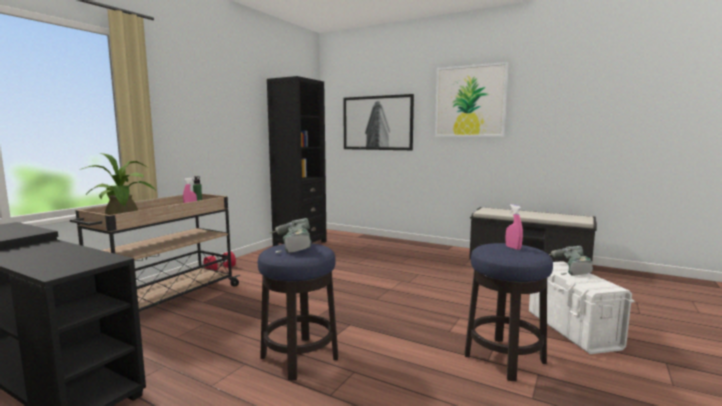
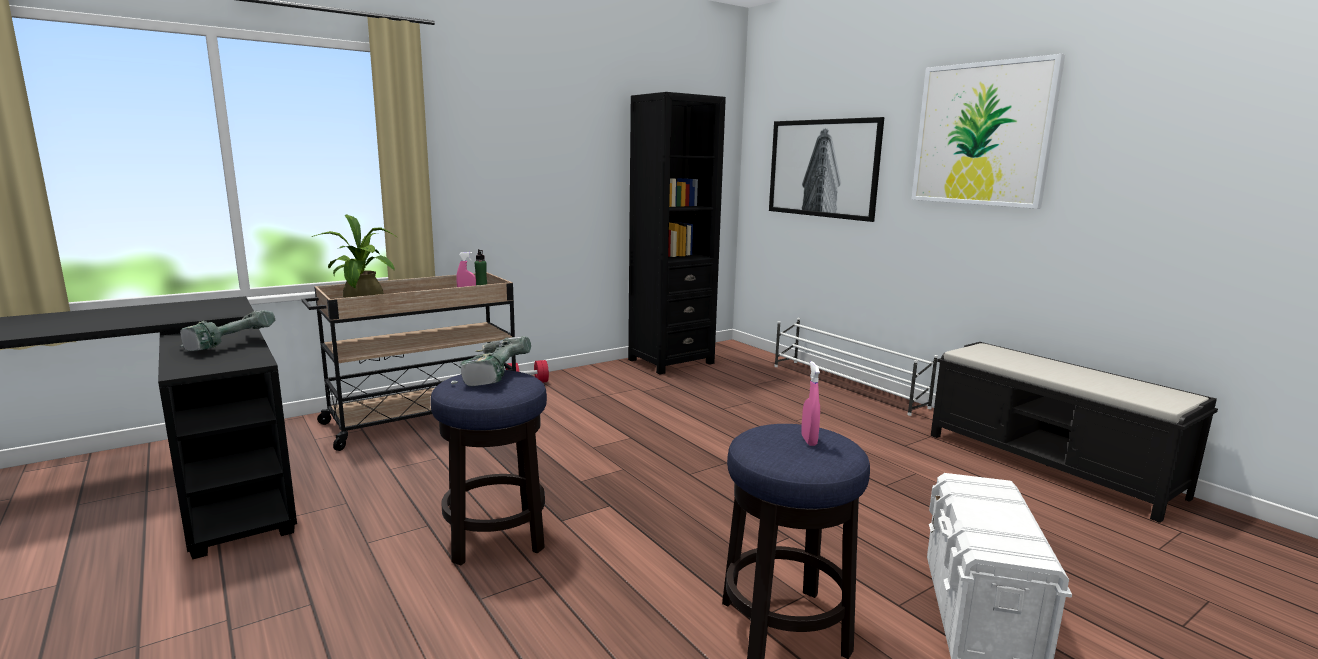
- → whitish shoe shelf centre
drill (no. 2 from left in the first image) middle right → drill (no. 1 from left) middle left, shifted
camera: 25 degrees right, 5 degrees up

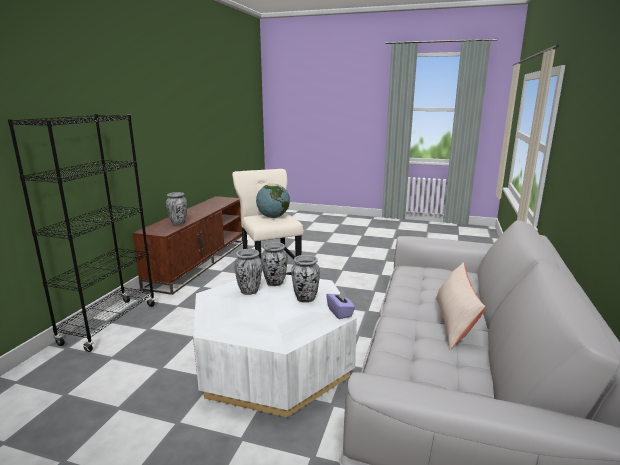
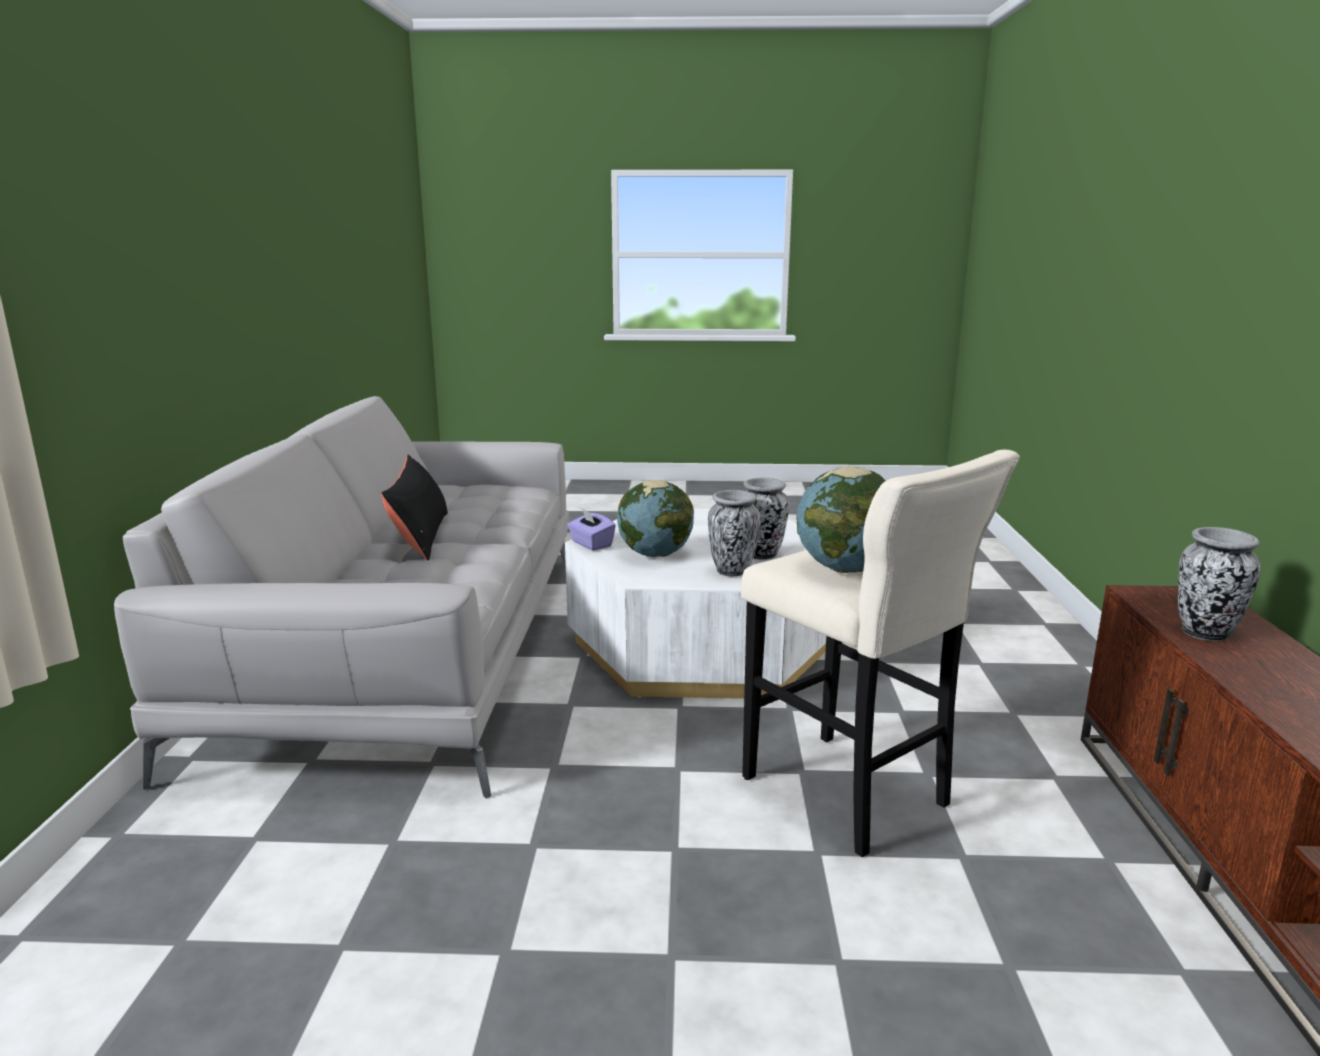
blackish bookcase middle left → -
vase (no. 4 from left) centre → desk globe (no. 1 from left) centre
sand-coloured cushion middle right → blackish cushion middle left
camera: 165 degrees right, 0 degrees up

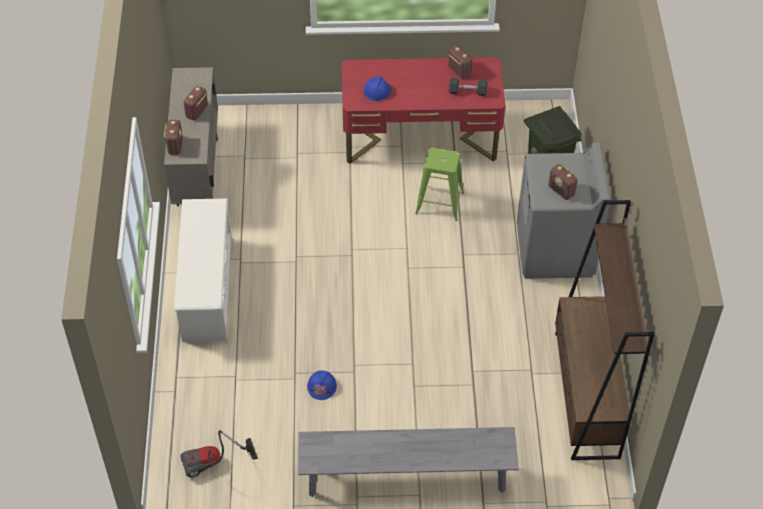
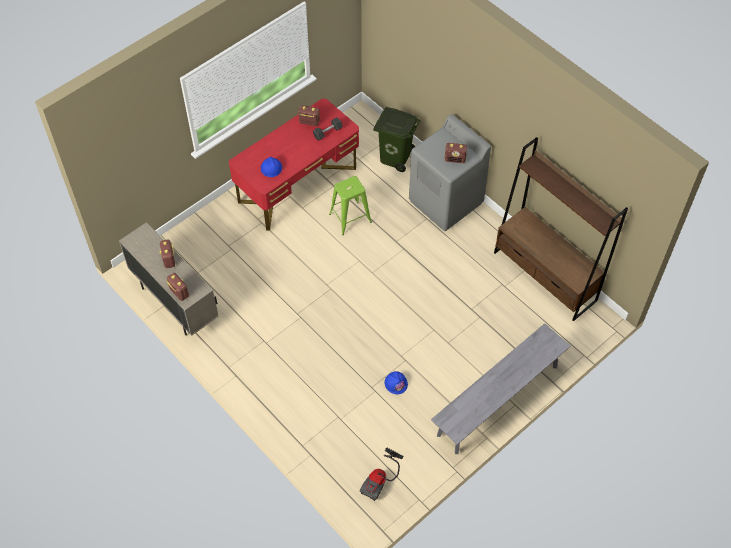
whitish shoe shelf middle left → -
camera: 40 degrees left, 5 degrees up

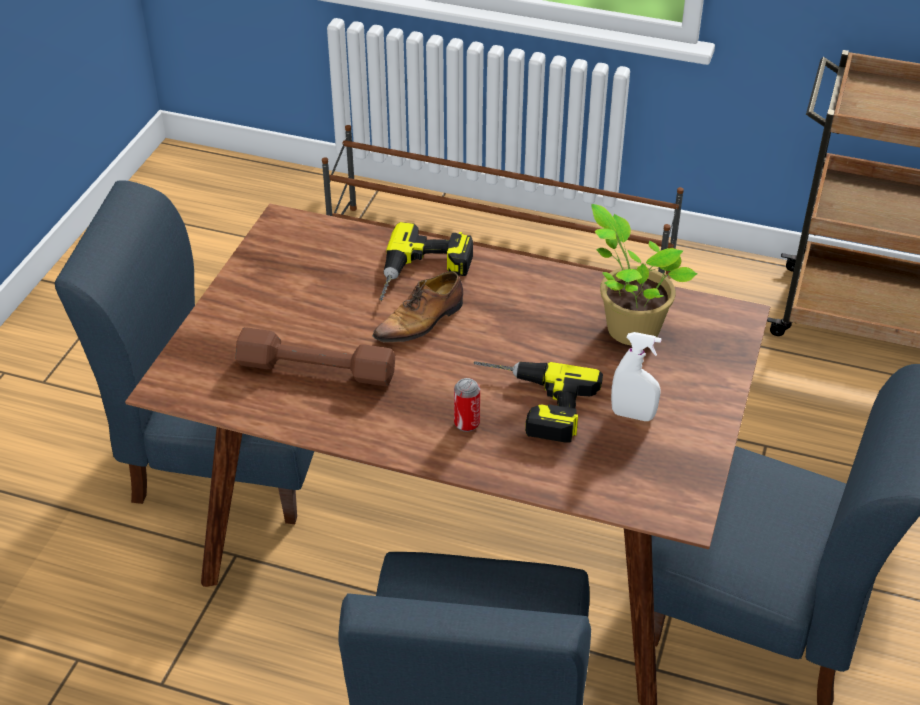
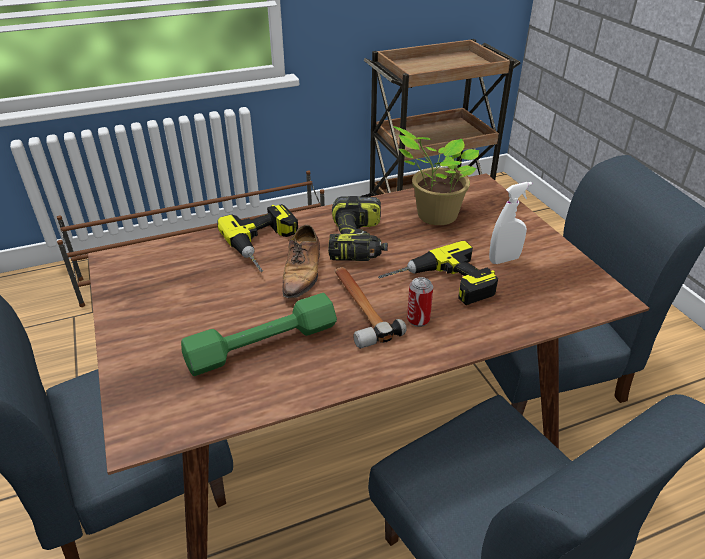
- → drill (no. 2 from left) centre
- → hand hammer centre
brown-coloured hand weight centre → greenish hand weight centre
camera: 40 degrees left, 5 degrees down

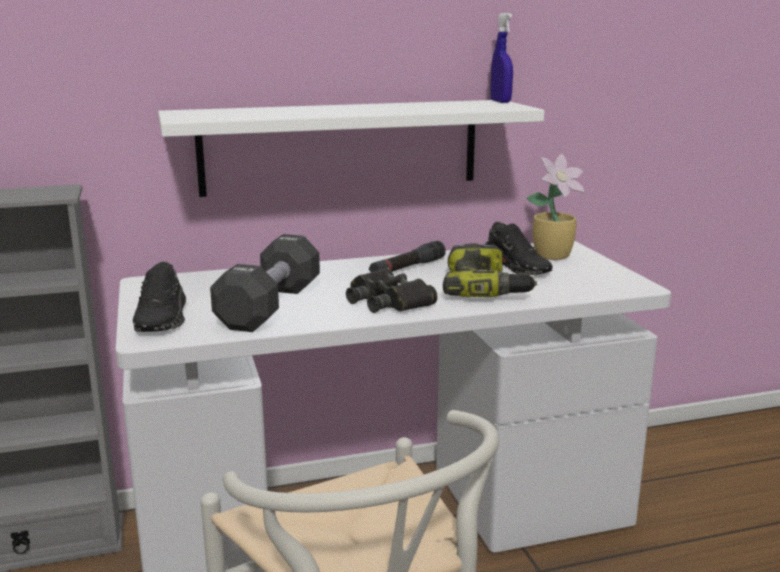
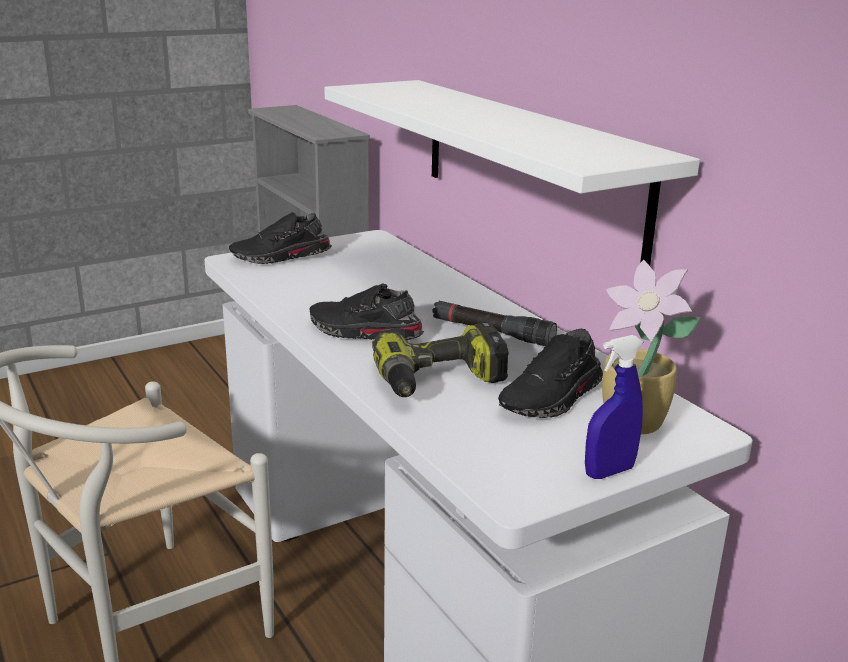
blackish hand weight centre → -
blue hand sprayer top centre → blue hand sprayer middle right, shifted
blackish field glasses centre → blackish low shoe (no. 2 from left) centre
camera: 75 degrees right, 5 degrees up

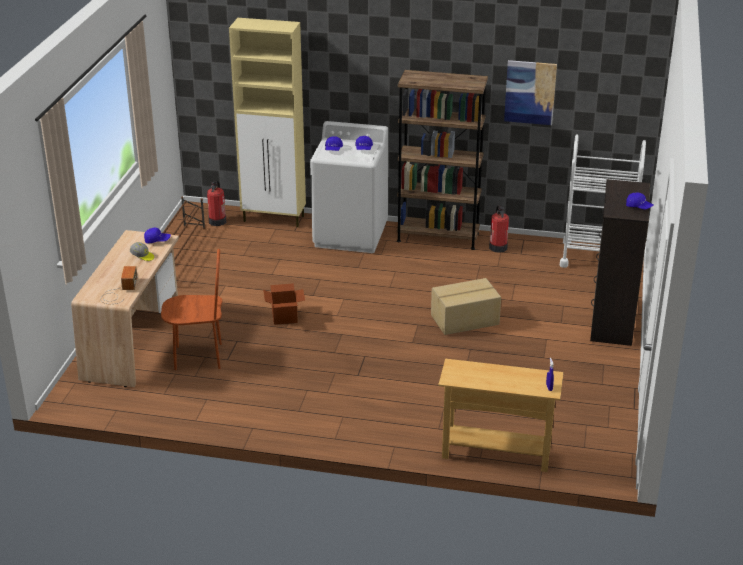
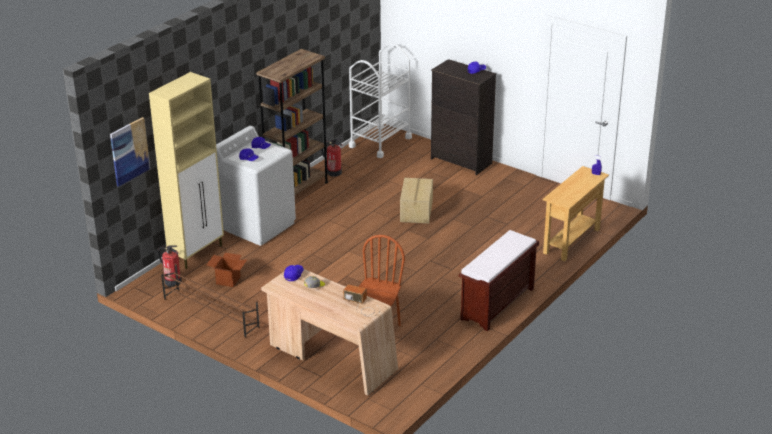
- → brown-coloured bench centre
packing box (no. 1 from left) centre → packing box (no. 1 from left) middle left, shifted
wall picture top right → wall picture middle left, shifted
camera: 65 degrees left, 0 degrees up

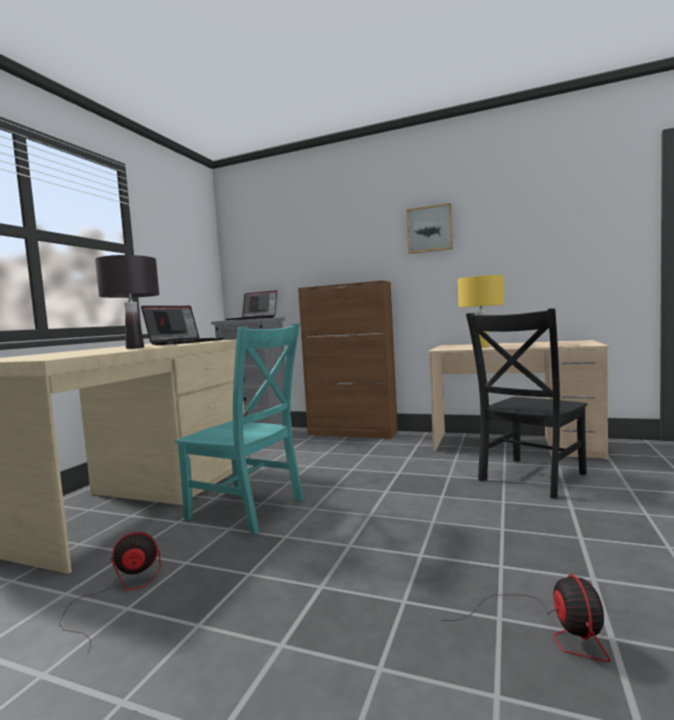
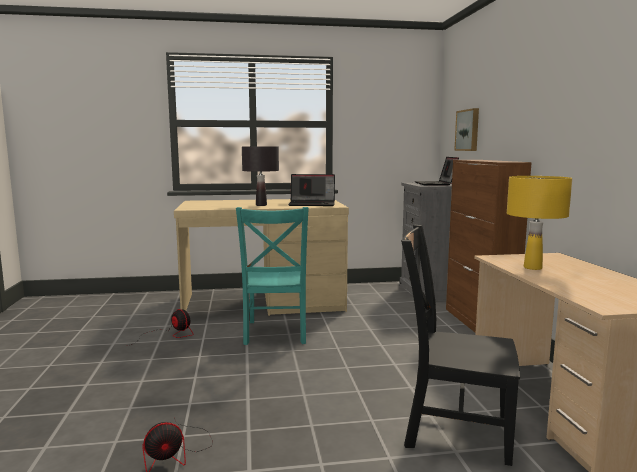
wall picture top centre → wall picture top right, shifted
camera: 60 degrees right, 5 degrees up

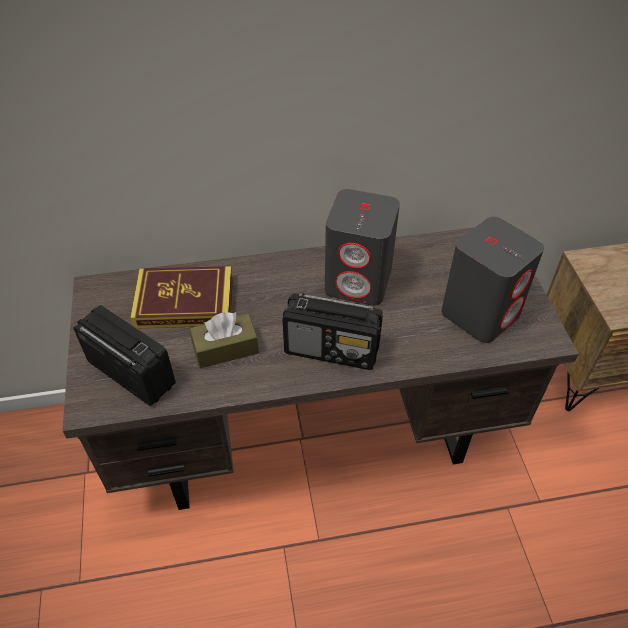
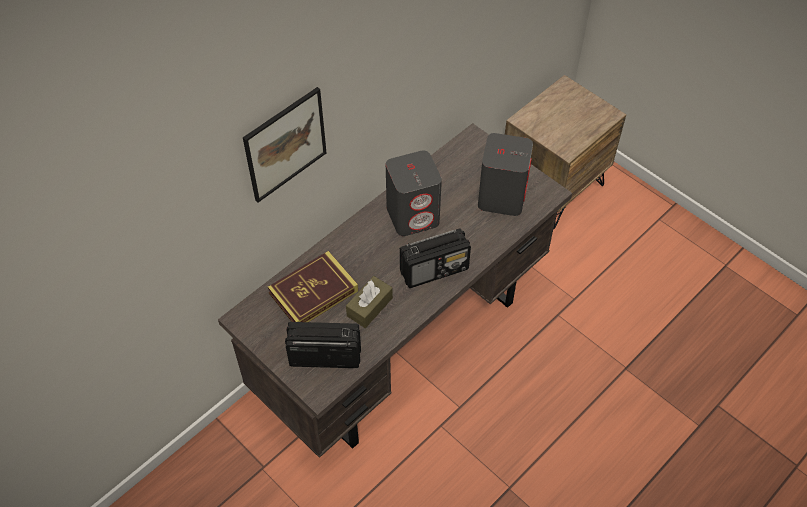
- → wall picture top centre
camera: 35 degrees left, 5 degrees up

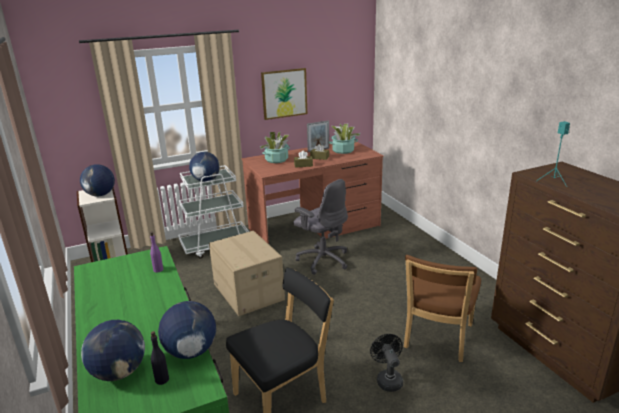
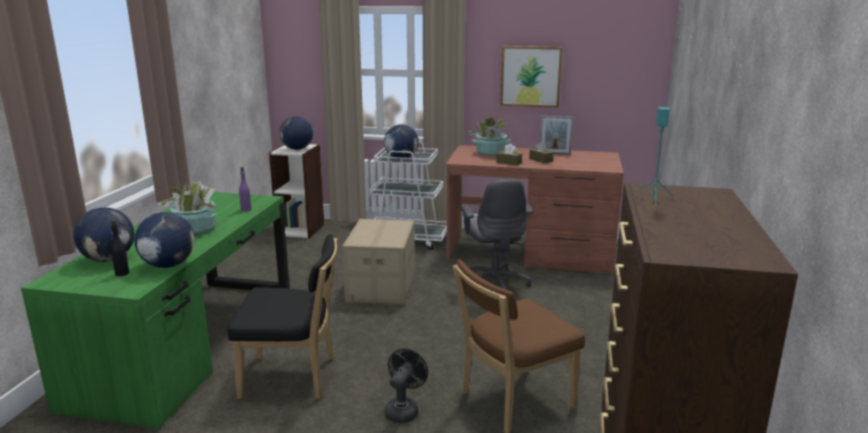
plant in a pot (no. 2 from left in the first image) centre → plant in a pot (no. 1 from left) middle left, shifted
camera: 35 degrees right, 5 degrees down

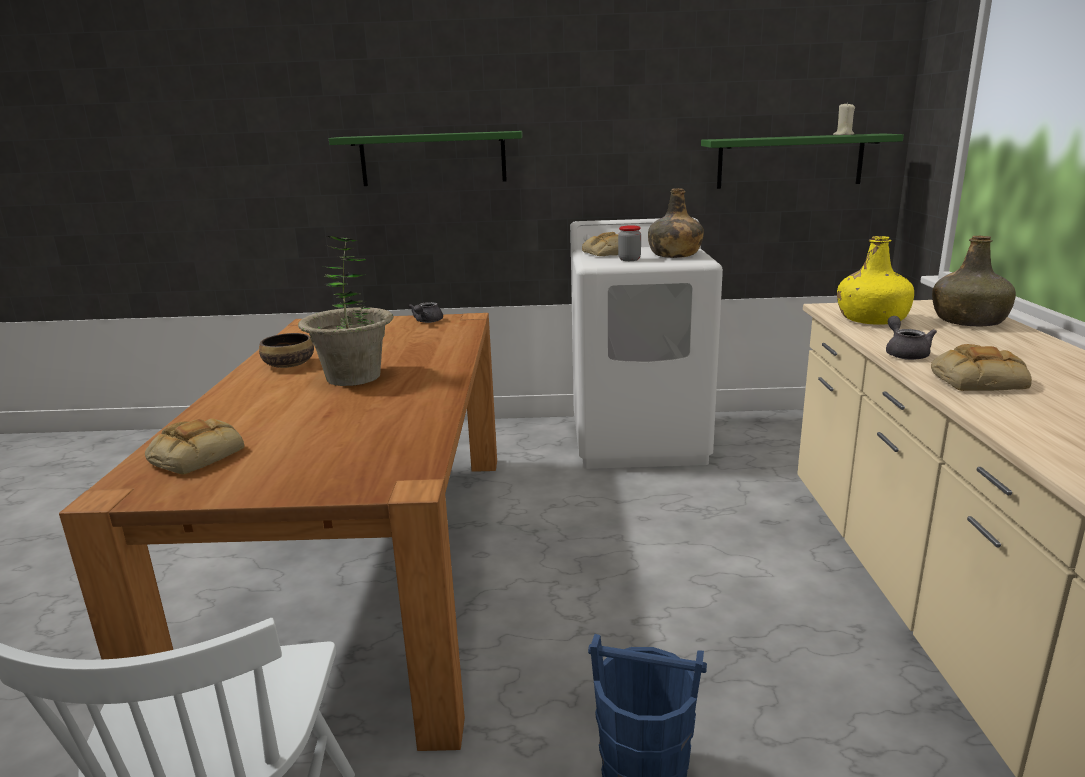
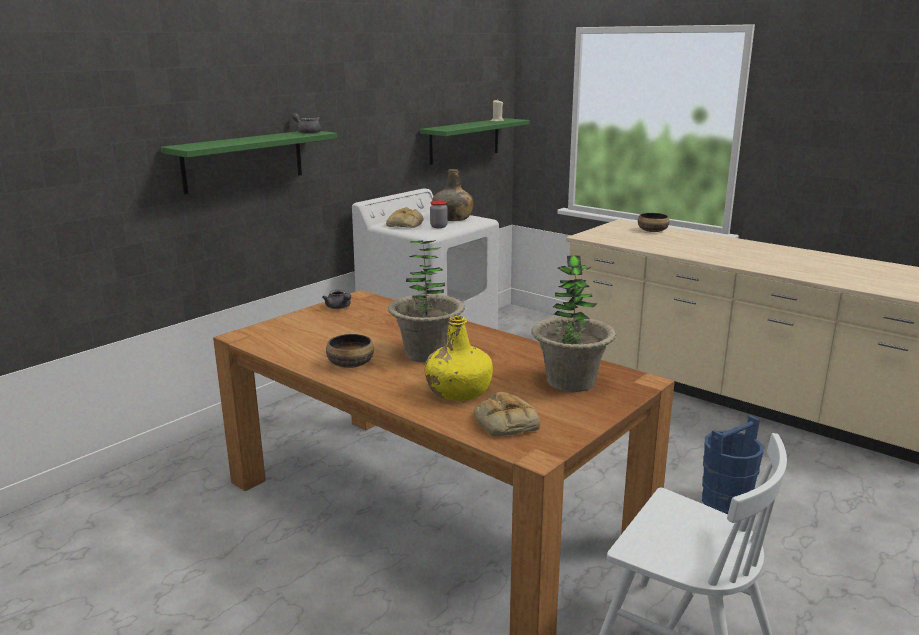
baked bread (no. 3 from left) middle right → -
- → plant in a pot (no. 2 from left) centre
yellowish drink bottle middle right → yellowish drink bottle centre, shifted
greyish teapot (no. 2 from left in the first image) middle right → greyish teapot (no. 1 from left) top left, shifted
greenish drink bottle (no. 2 from left) middle right → deep dish (no. 2 from left) middle right
camera: 50 degrees left, 0 degrees up

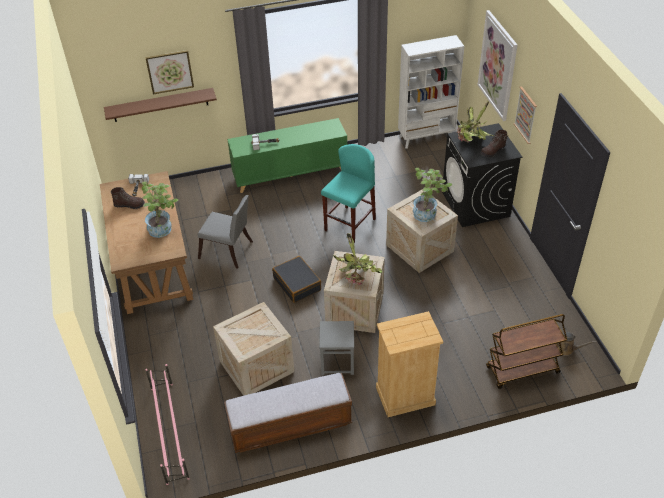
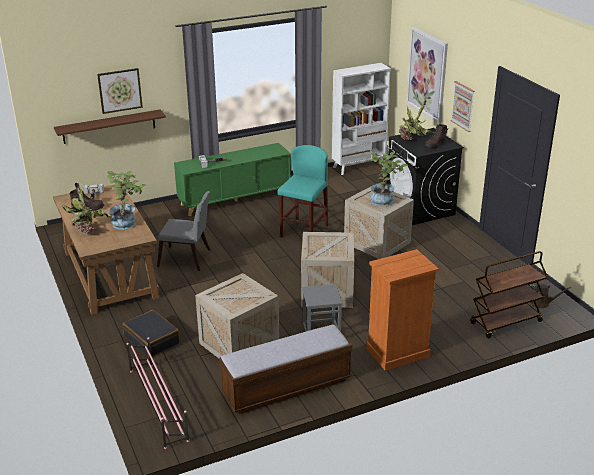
blackish suitcase centre → blackish suitcase bottom left, shifted
plant in a pot (no. 2 from left in the first image) centre → plant in a pot (no. 1 from left) middle left, shifted
sand-coloured chest of drawers bottom centre → orangey chest of drawers middle right
camera: 10 degrees left, 15 degrees down

